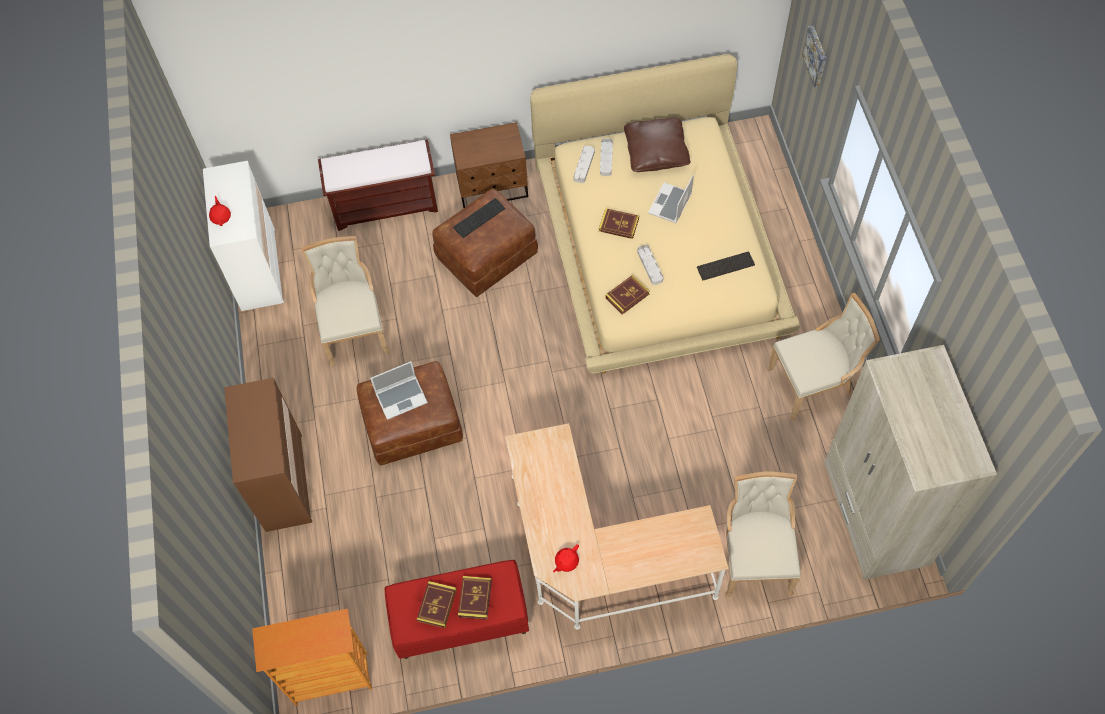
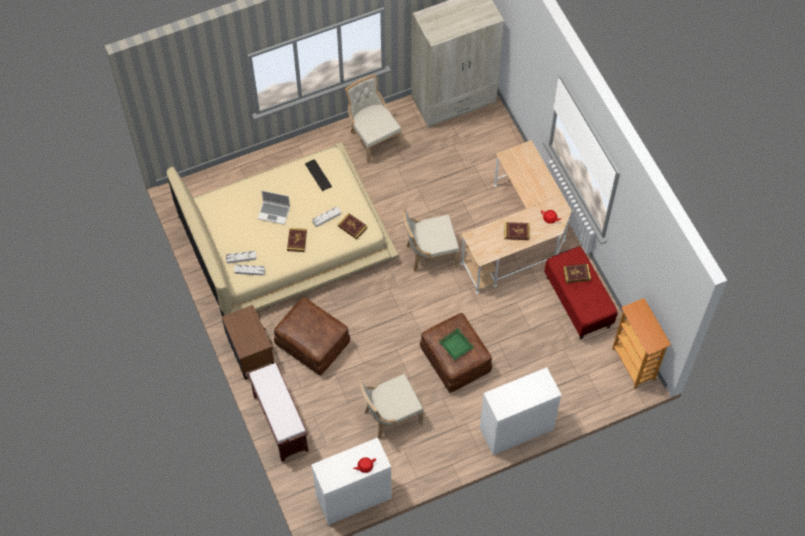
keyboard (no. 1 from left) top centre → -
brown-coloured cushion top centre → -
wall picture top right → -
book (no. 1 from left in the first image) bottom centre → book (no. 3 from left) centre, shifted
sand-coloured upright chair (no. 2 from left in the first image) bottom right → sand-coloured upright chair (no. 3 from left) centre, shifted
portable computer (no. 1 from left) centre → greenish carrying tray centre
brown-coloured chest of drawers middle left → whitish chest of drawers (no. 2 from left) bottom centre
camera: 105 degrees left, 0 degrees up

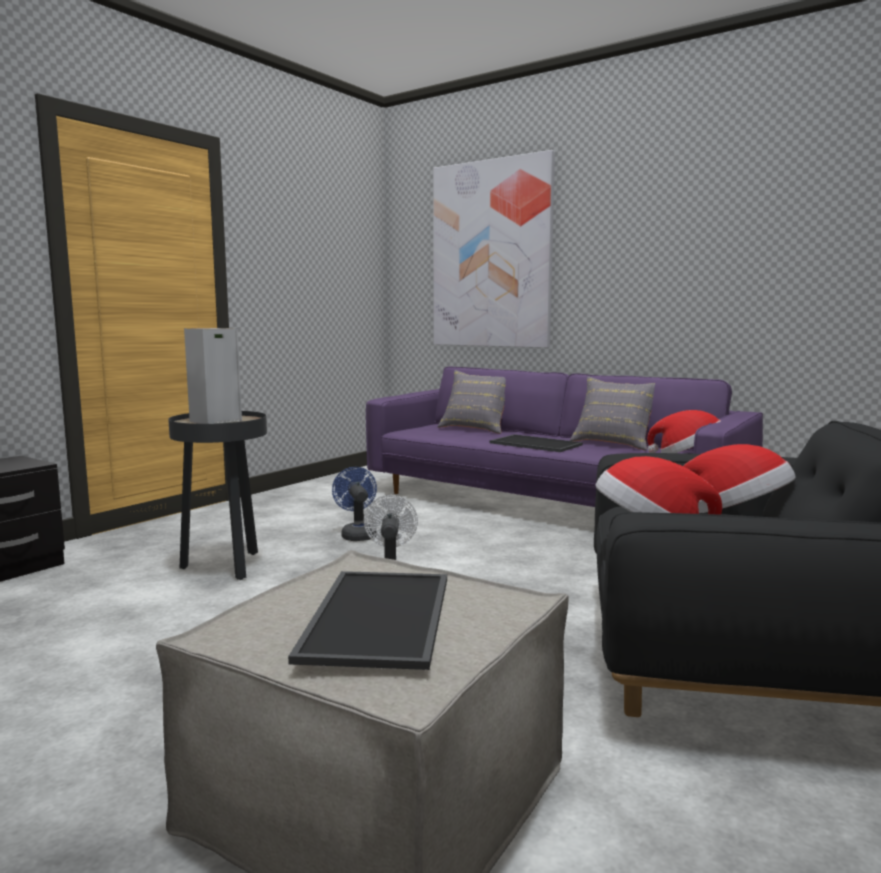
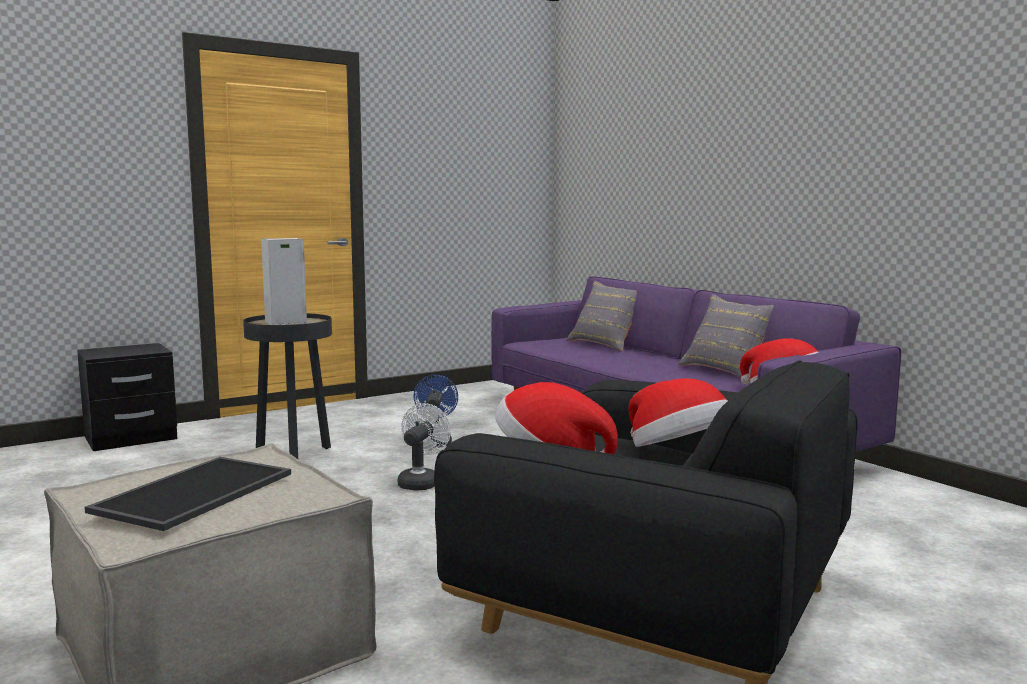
wall picture top centre → -
carrying tray (no. 2 from left) centre → -
camera: 20 degrees right, 0 degrees up

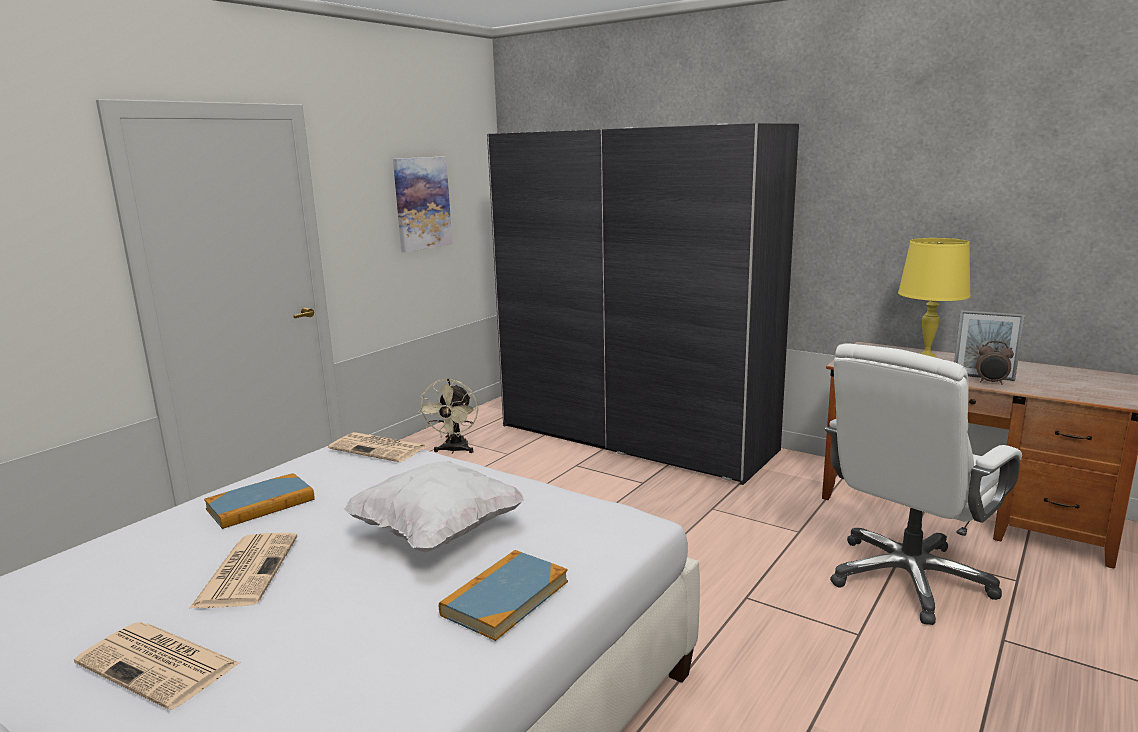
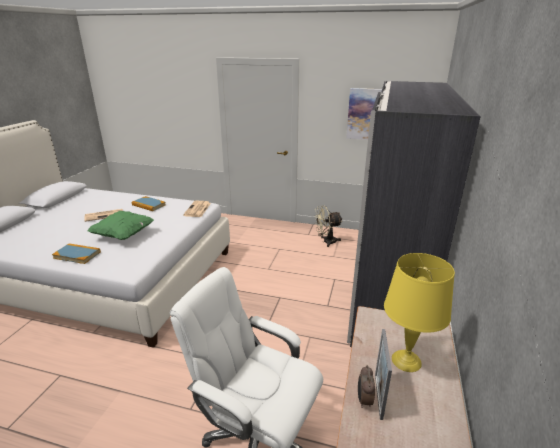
printed paper (no. 1 from left) bottom left → -
whitish cushion bottom centre → greenish cushion middle left
camera: 70 degrees right, 10 degrees up

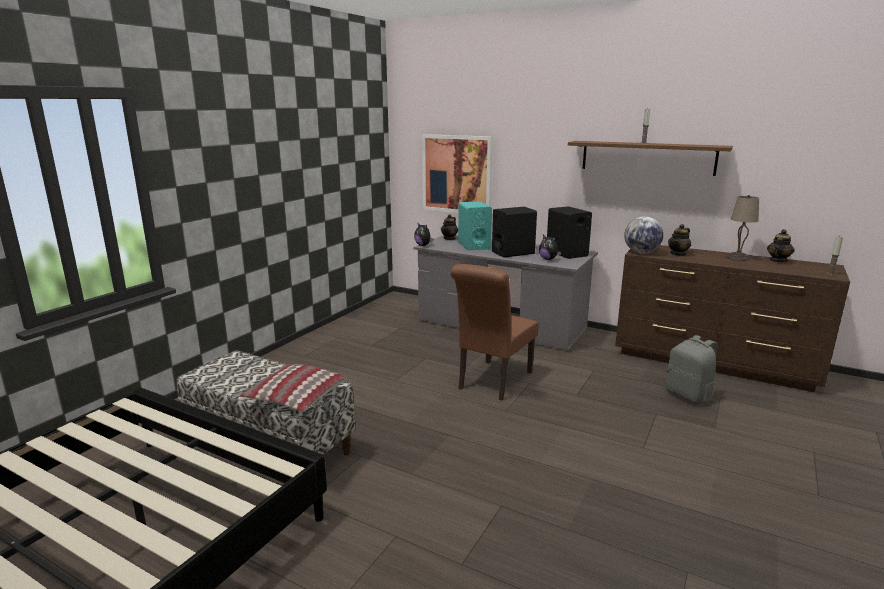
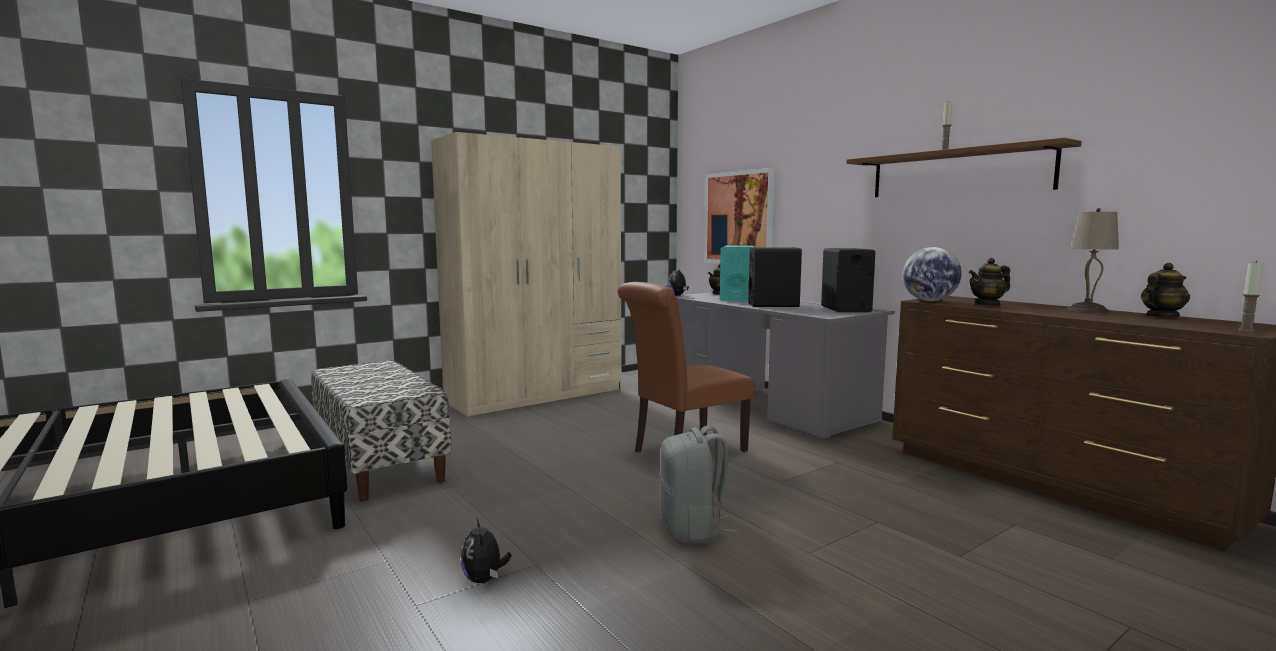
cushion middle left → -
- → sand-coloured armoire centre
plush toy (no. 2 from left in the first image) centre → plush toy (no. 1 from left) bottom centre, shifted
greyish knapsack middle right → greyish knapsack bottom centre, shifted
camera: 25 degrees right, 10 degrees down

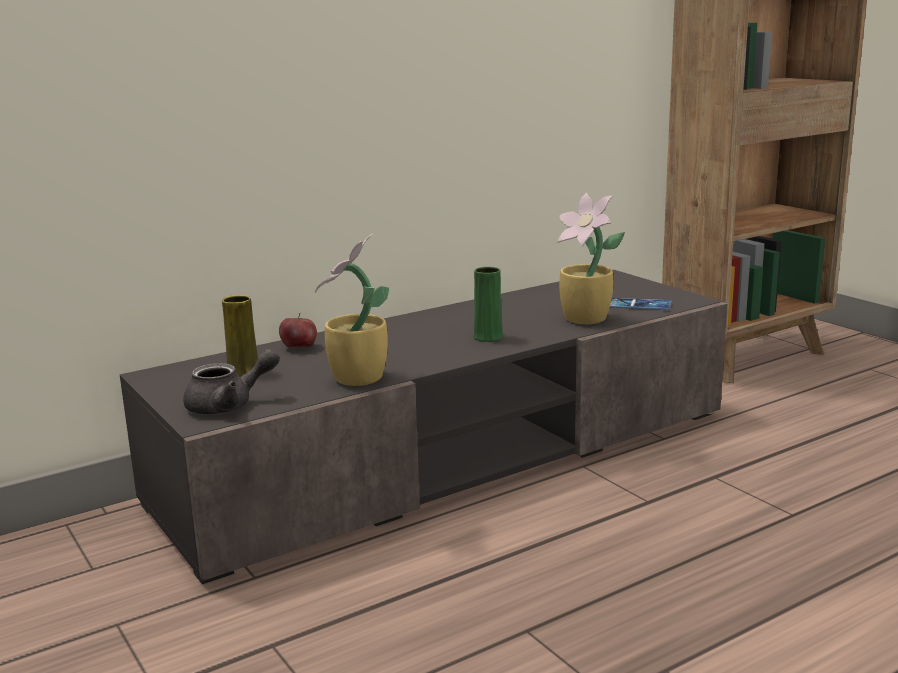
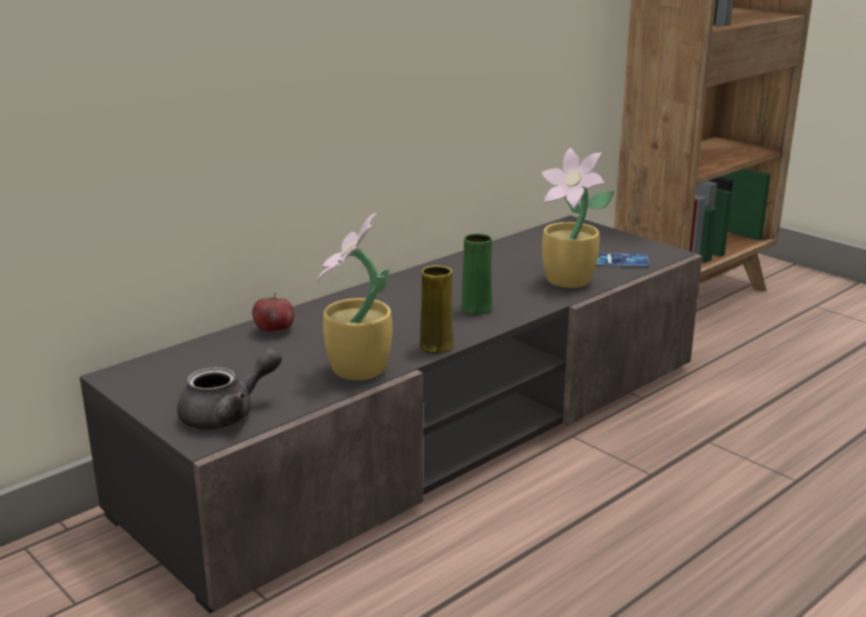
yellowish vase middle left → yellowish vase centre, shifted
camera: 10 degrees left, 5 degrees up

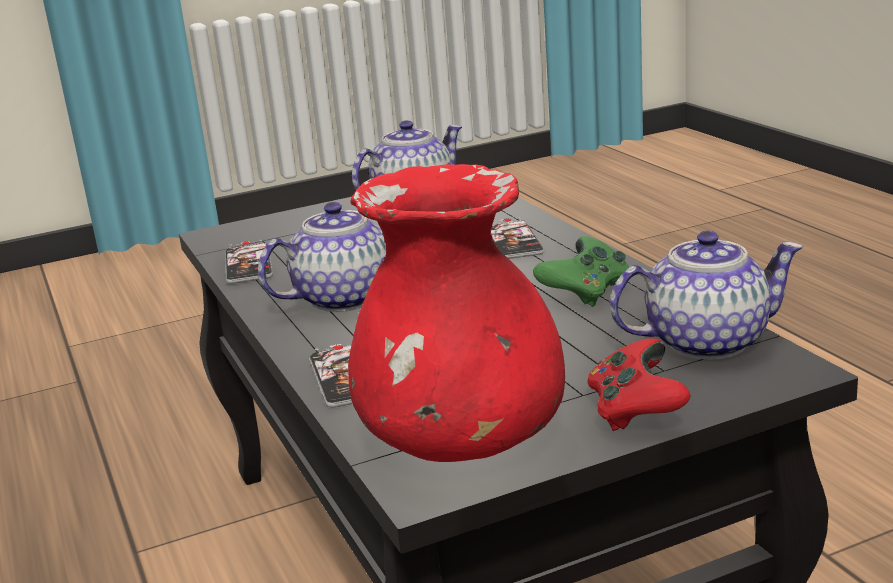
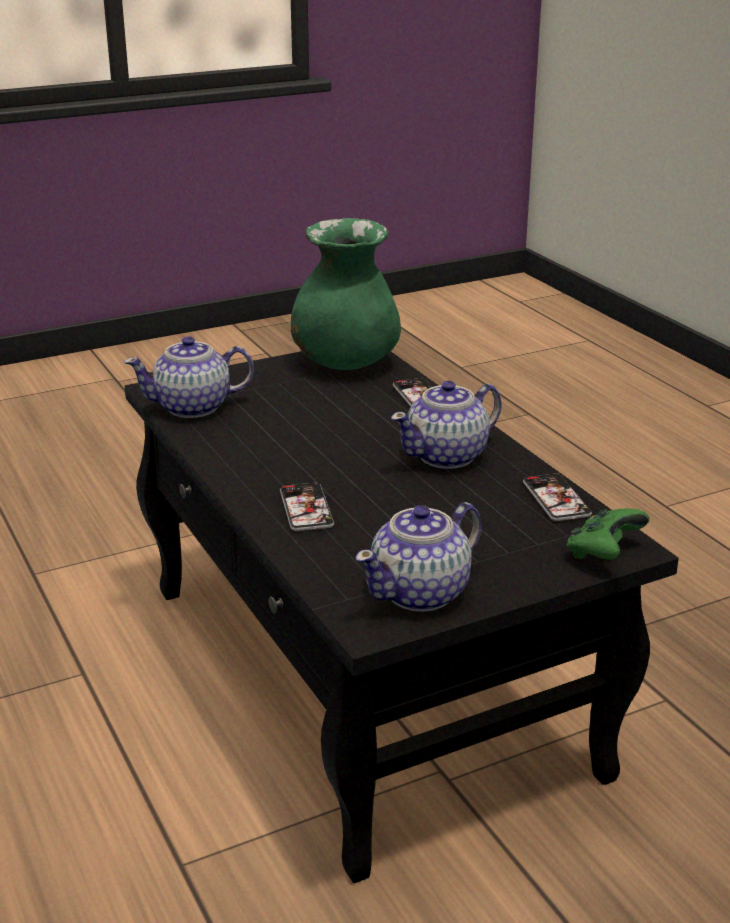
reddish joypad middle right → -
greenish joypad centre → greenish joypad middle right, shifted
reddish vase centre → greenish vase top centre
camera: 175 degrees right, 5 degrees up

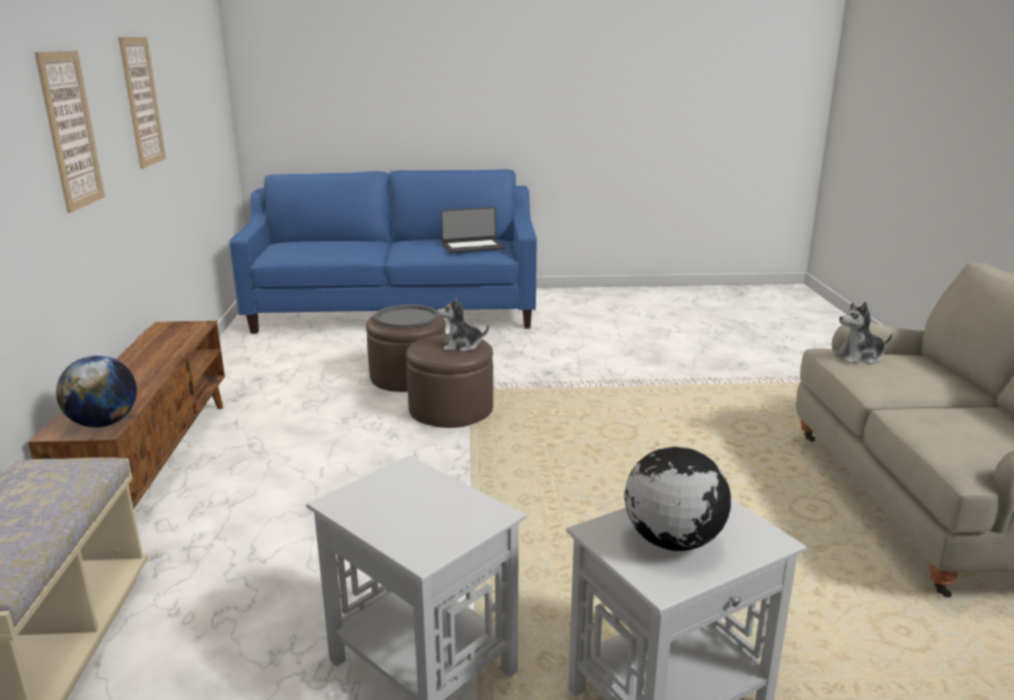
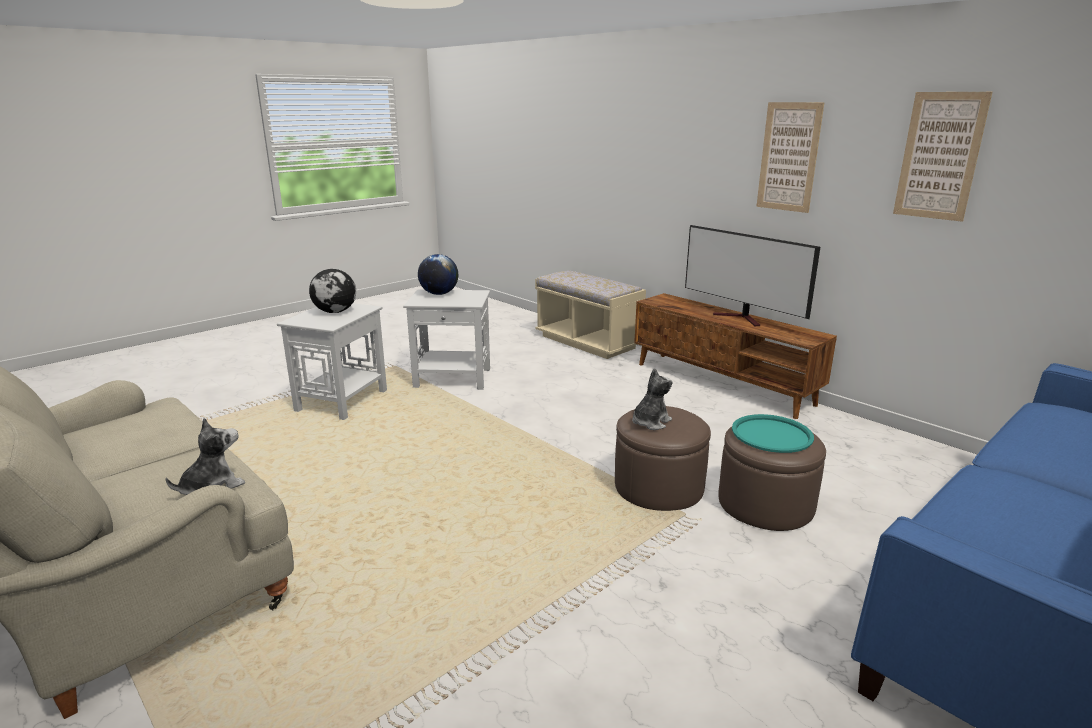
portable computer top centre → -
- → television middle right
desk globe (no. 1 from left in the first image) middle left → desk globe (no. 2 from left) centre, shifted
greyish carrying tray centre → blue-green carrying tray middle right
camera: 140 degrees right, 0 degrees up

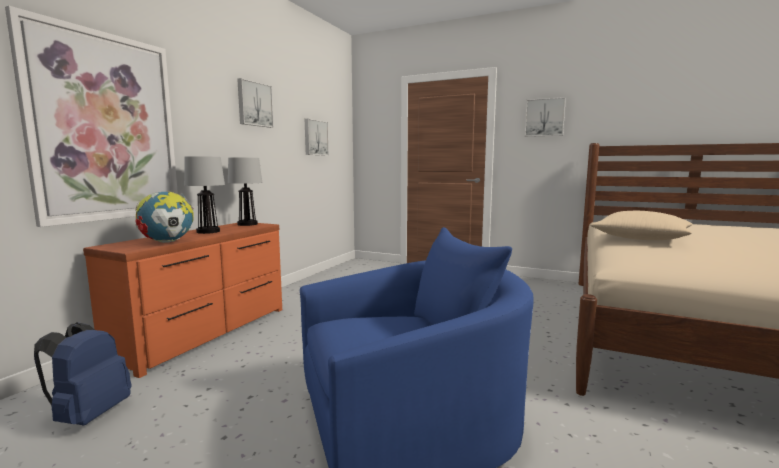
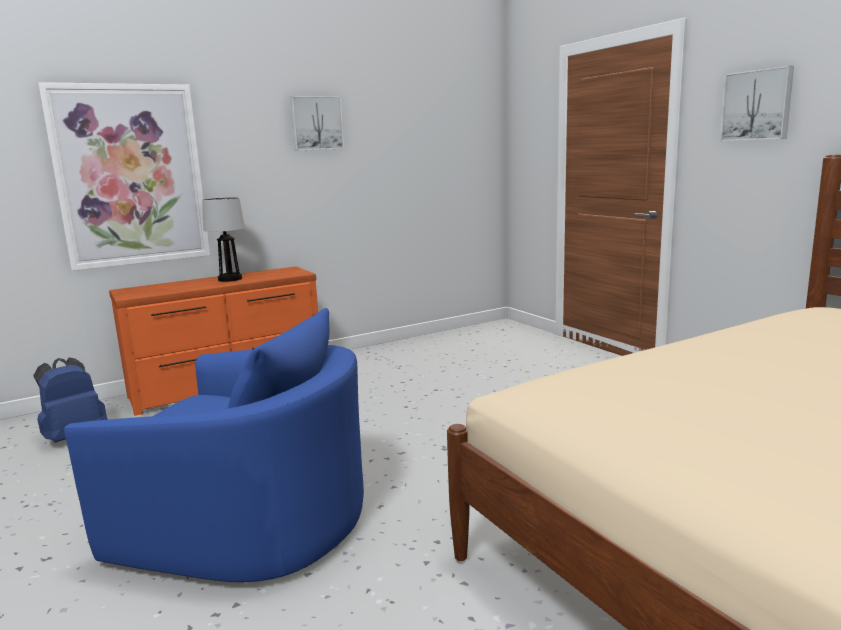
desk globe middle left → -
lamp for a table (no. 2 from left) middle left → -
wall picture (no. 3 from left) top centre → -
sand-coloured cushion middle right → -
camera: 35 degrees right, 5 degrees up

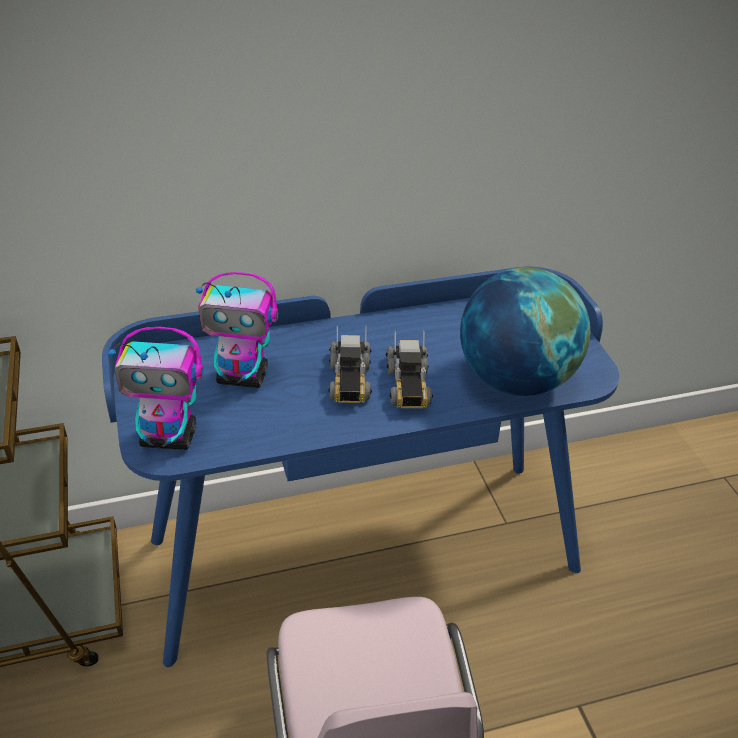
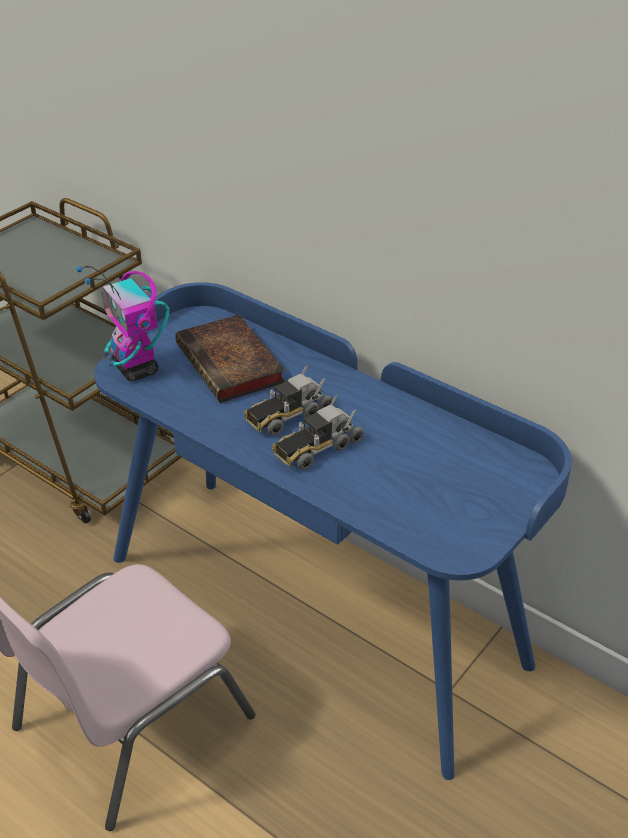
desk globe middle right → -
model robot (no. 2 from left) middle left → book centre
camera: 55 degrees right, 0 degrees up

